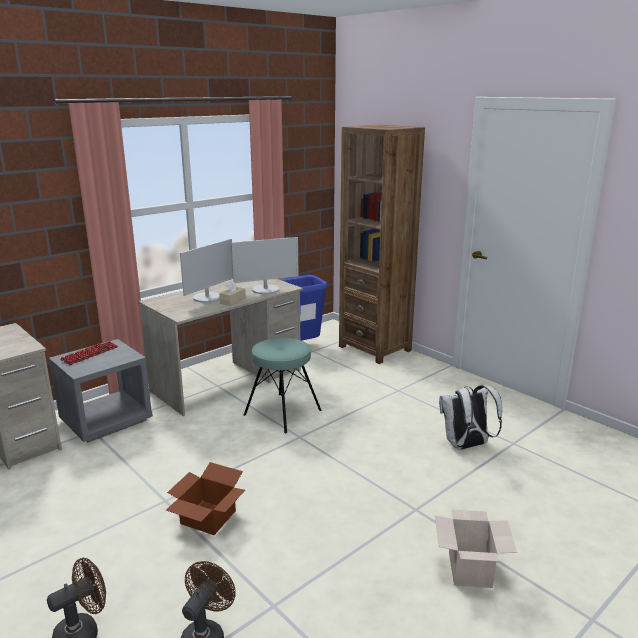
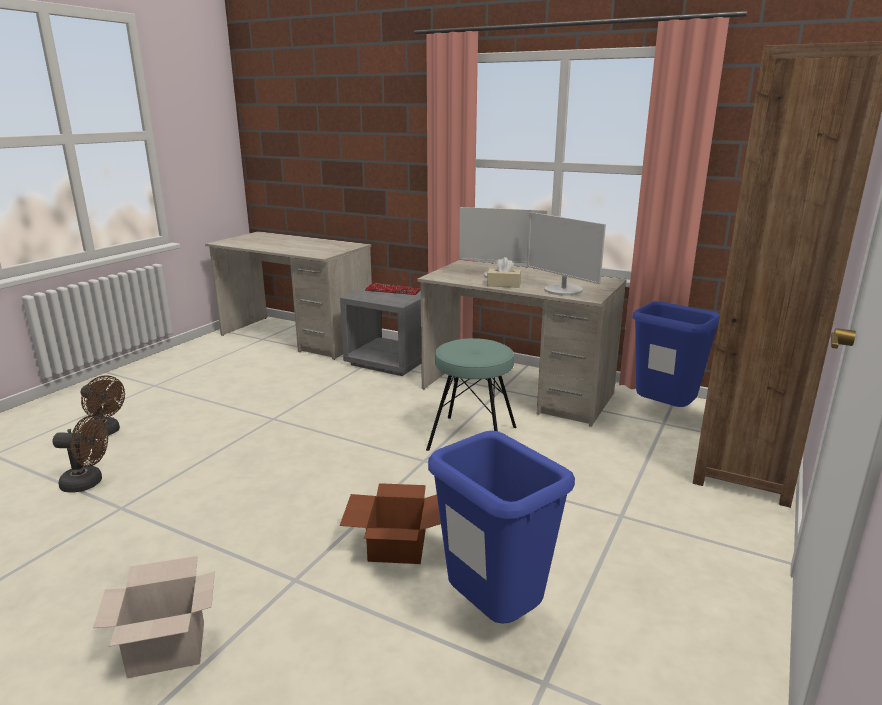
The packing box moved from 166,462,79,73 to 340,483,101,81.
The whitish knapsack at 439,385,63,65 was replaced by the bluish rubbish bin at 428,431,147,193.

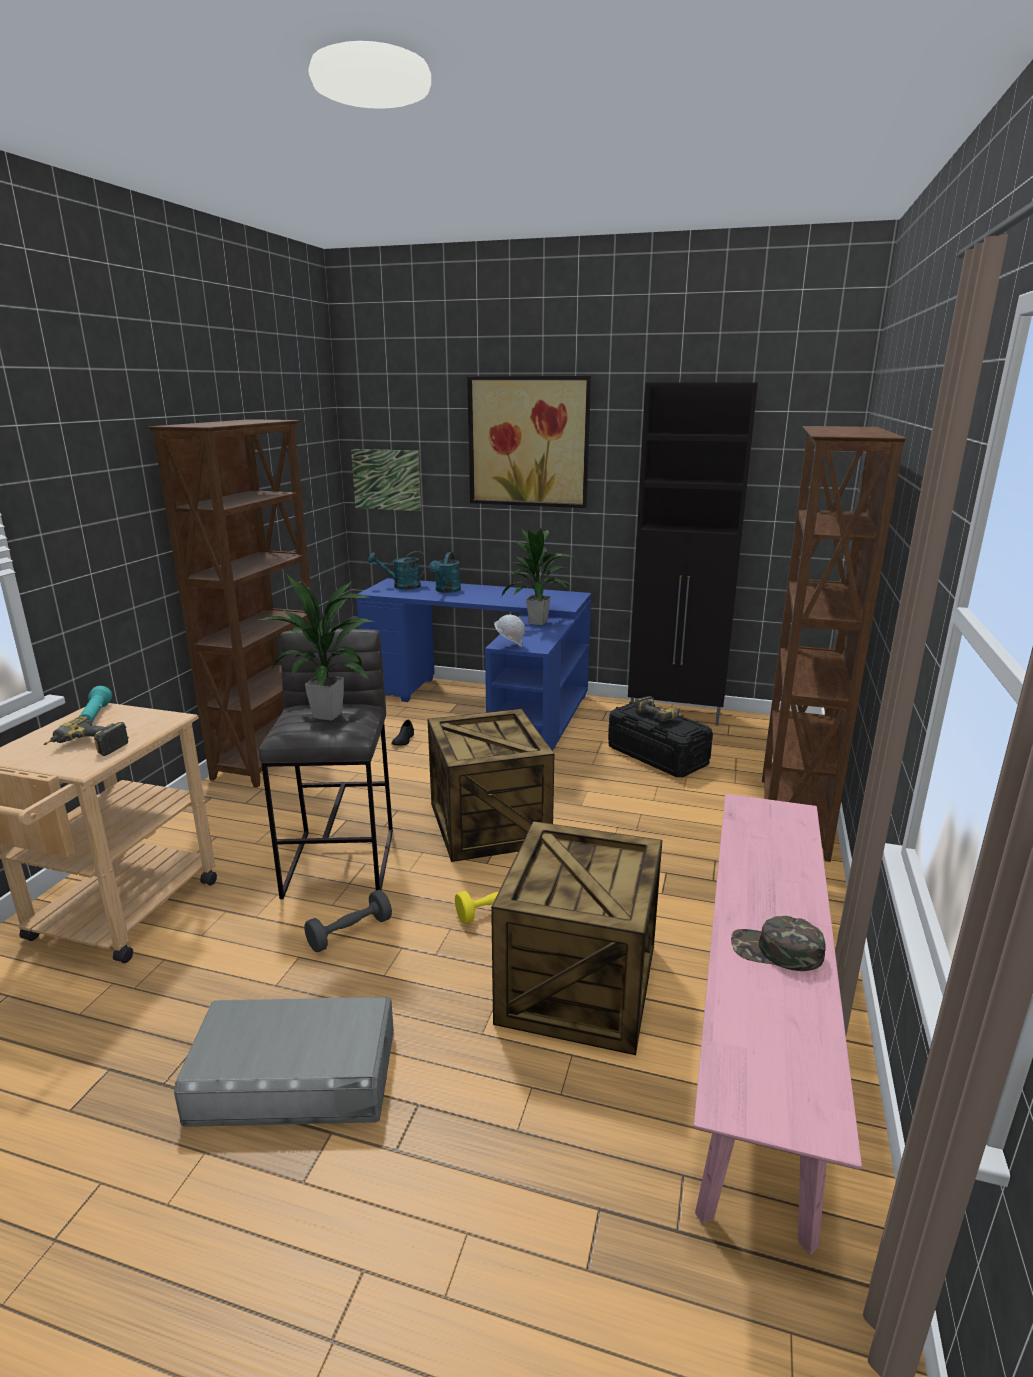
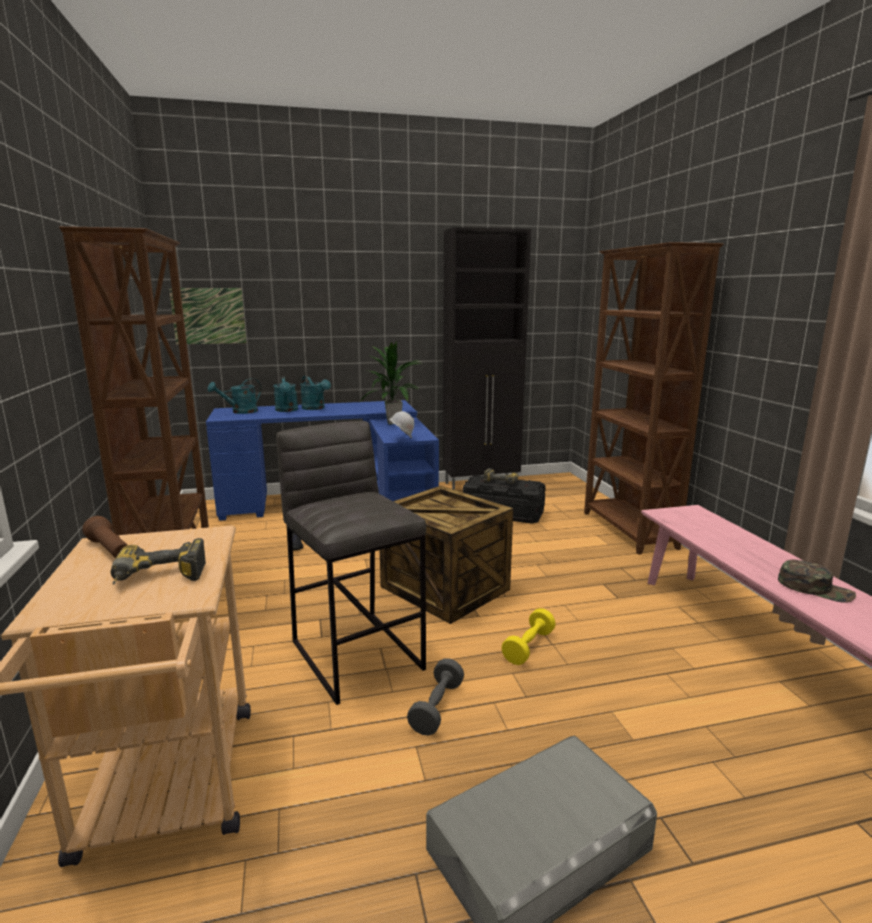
The potted plant at 259,575,115,146 disappeared.
The wall picture at 467,376,124,132 disappeared.
The crate at 491,821,171,234 disappeared.
The turquoise-coloured sprinkling can at 300,376,31,34 appeared.
The turquoise-coloured hand torch at 79,686,33,36 became the brownish hand torch at 82,516,46,42.
The green-coloured baseball cap at 731,916,95,55 turned 135 degrees counterclockwise.

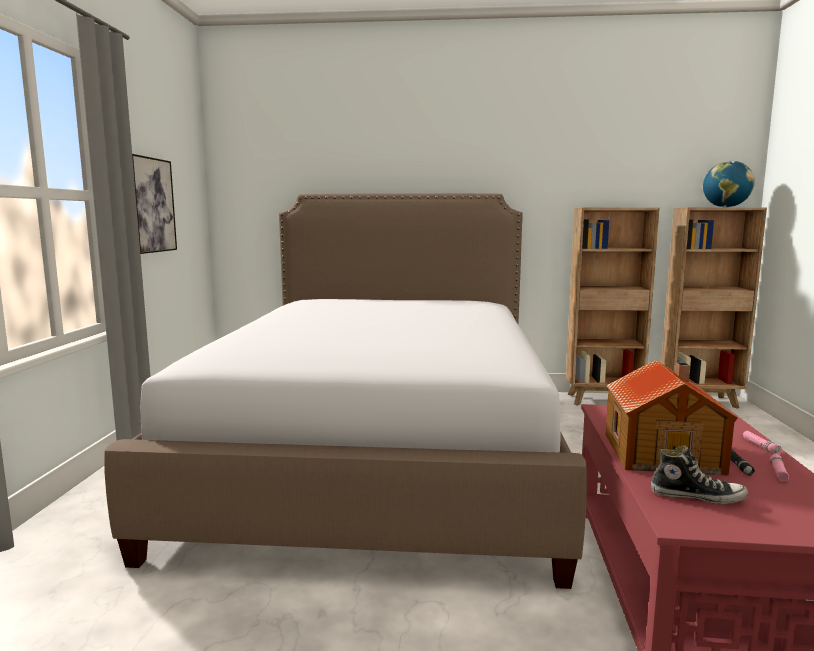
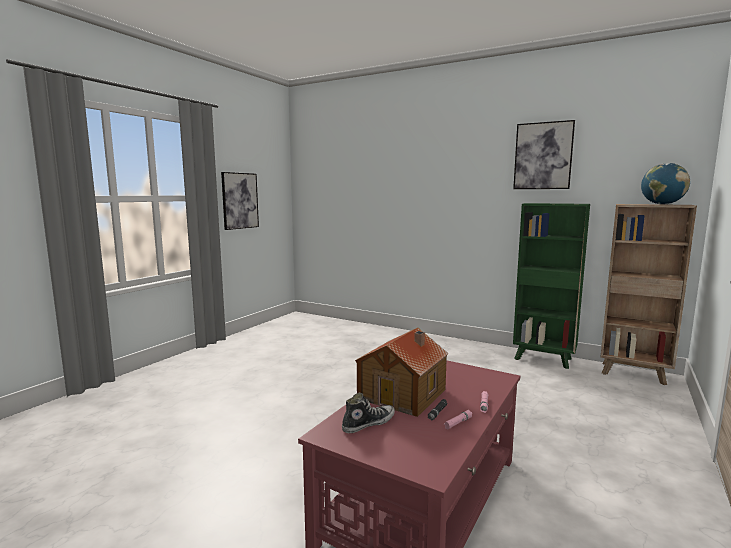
The sleeping bed at 104,193,483,396 disappeared.
The wall picture at 513,120,62,69 appeared.
The brownish shelving unit at 566,208,93,198 became the green-coloured shelving unit at 513,203,77,166.
The shoe at 651,446,97,59 turned 75 degrees counterclockwise.

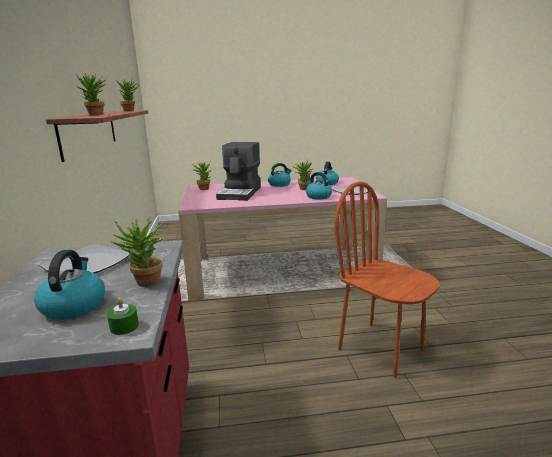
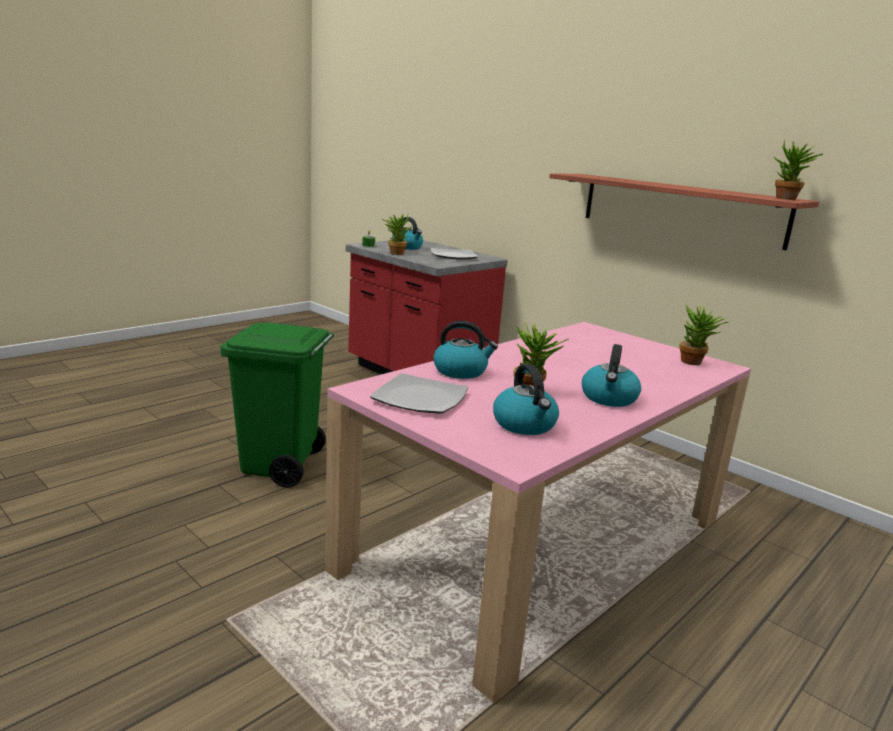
The potted plant at 76,73,30,42 disappeared.
The coffee machine at 216,142,45,59 disappeared.
The brownish chair at 334,181,106,197 was replaced by the green-coloured rubbish bin at 220,322,114,166.

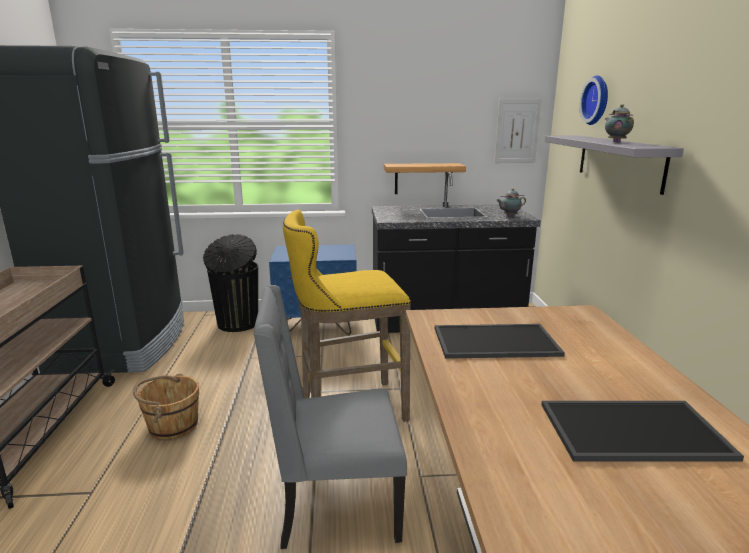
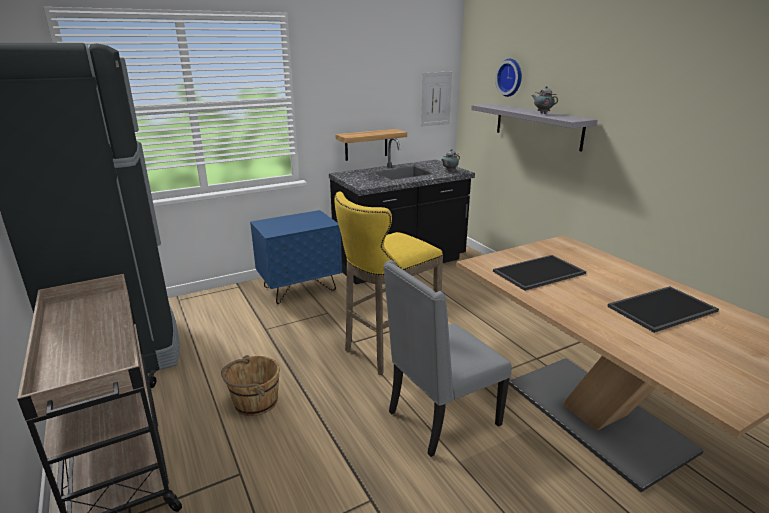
The black rubbish bin at 203,234,55,98 disappeared.

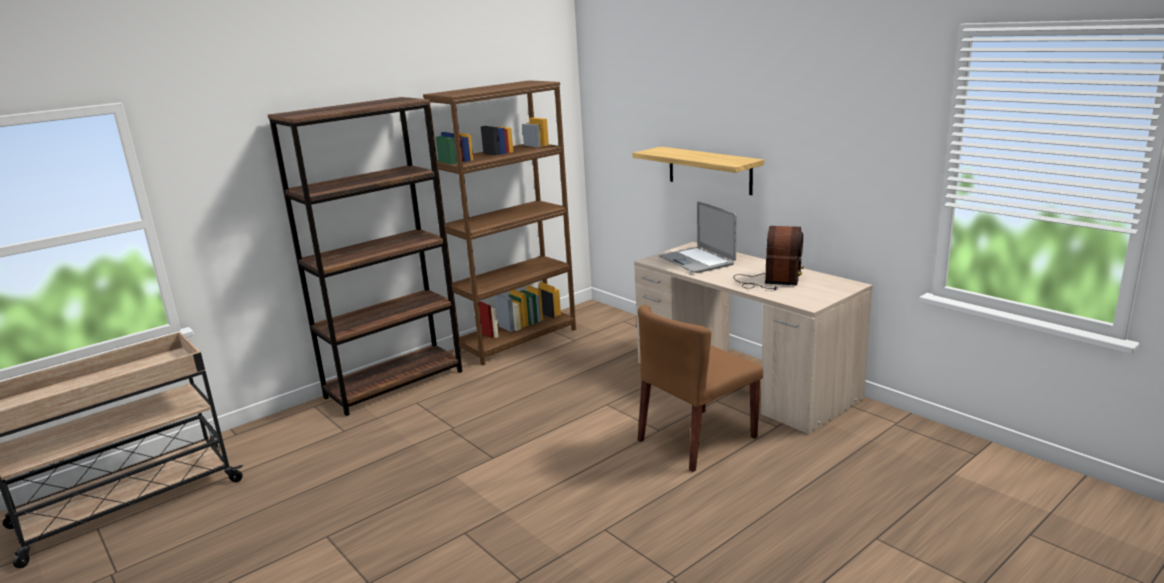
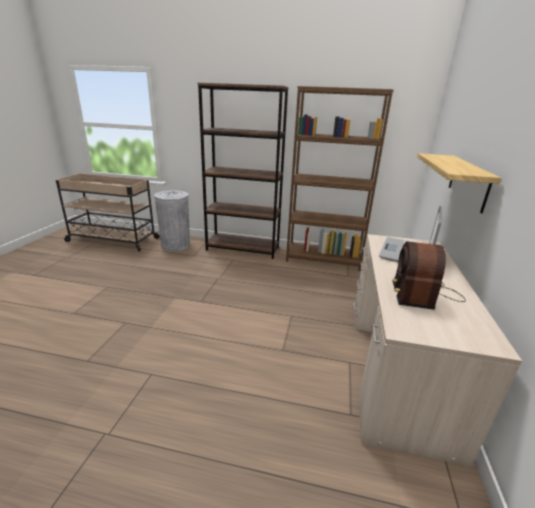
The brownish chair at 638,305,125,167 disappeared.
The grey rubbish bin at 154,190,36,61 appeared.
The radio at 733,226,71,64 turned 120 degrees clockwise.

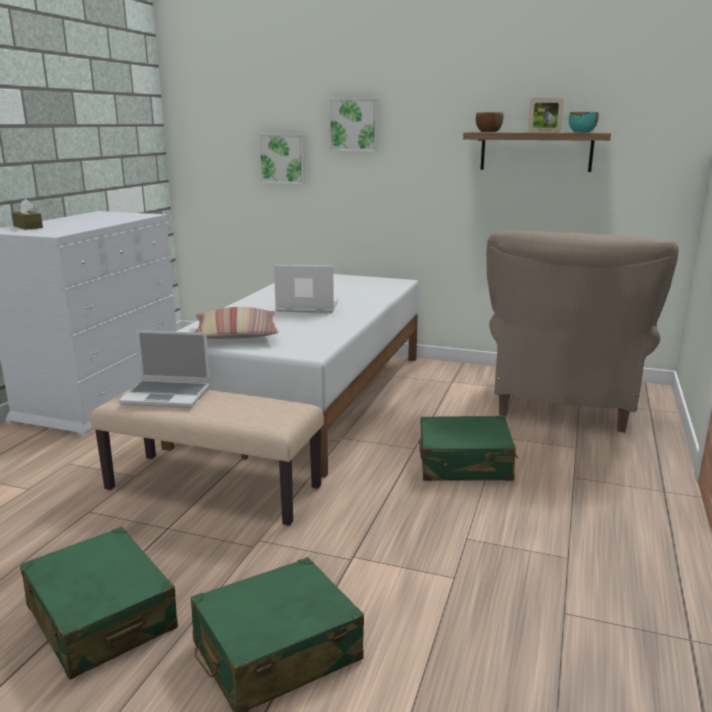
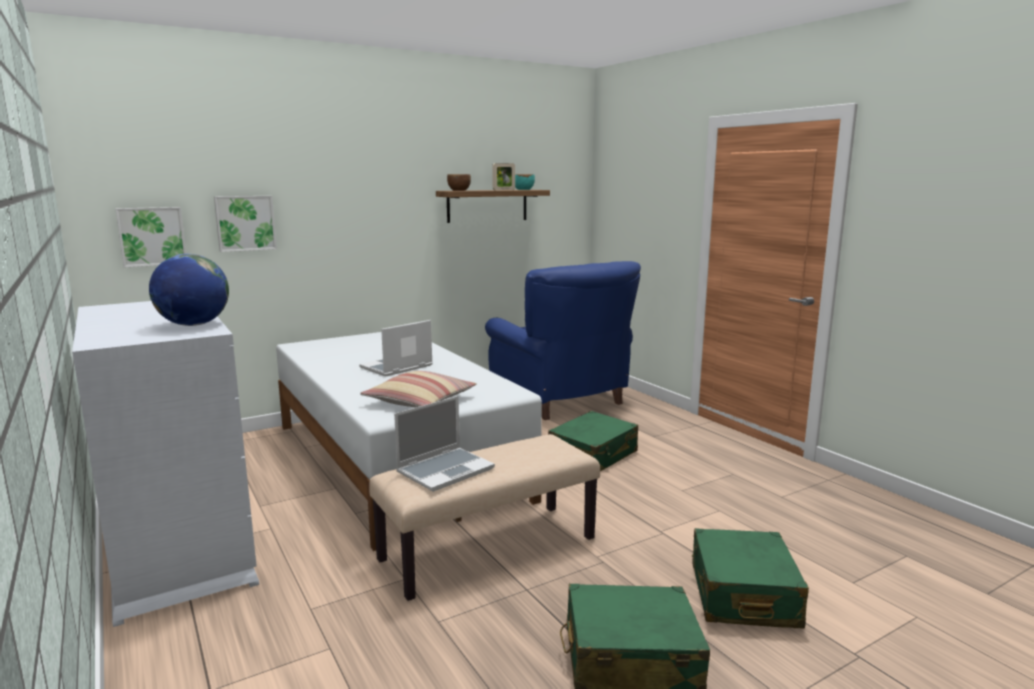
The brownish tissue box at 11,199,32,31 disappeared.
The desk globe at 149,254,80,72 appeared.
The wall picture moved from 329,98,50,54 to 115,207,71,60.
The beige-coloured easy chair at 486,231,193,201 became the bluish easy chair at 485,261,156,159.

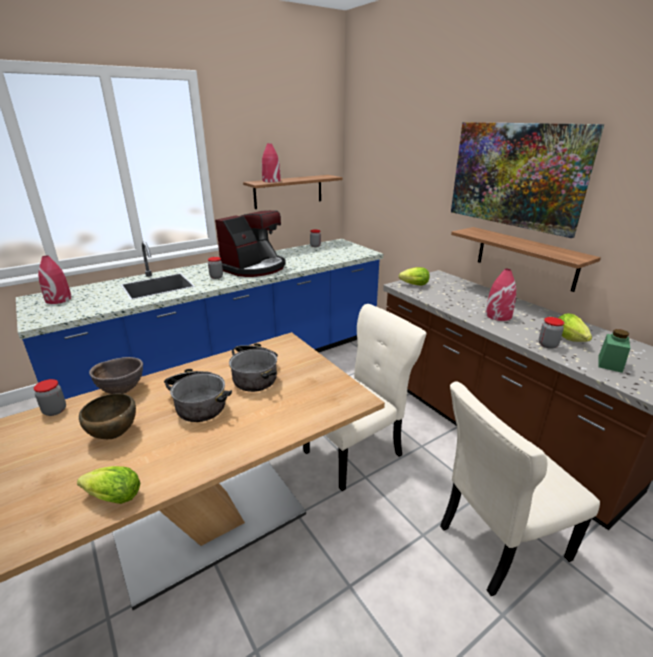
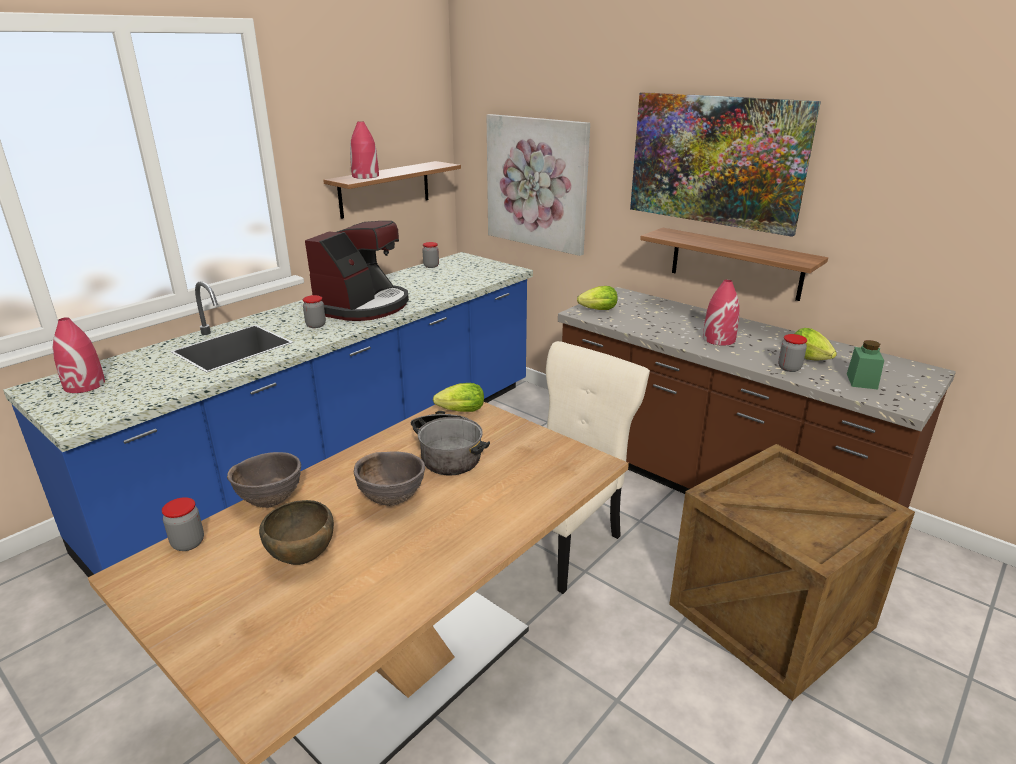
The wall picture at 487,114,103,142 appeared.
The head of lettuce moved from 77,466,63,38 to 433,383,51,29.
The cooking pot at 164,369,68,53 was replaced by the brownish deep dish at 354,451,71,55.
The beige-coloured chair at 440,381,160,215 was replaced by the crate at 669,444,246,257.

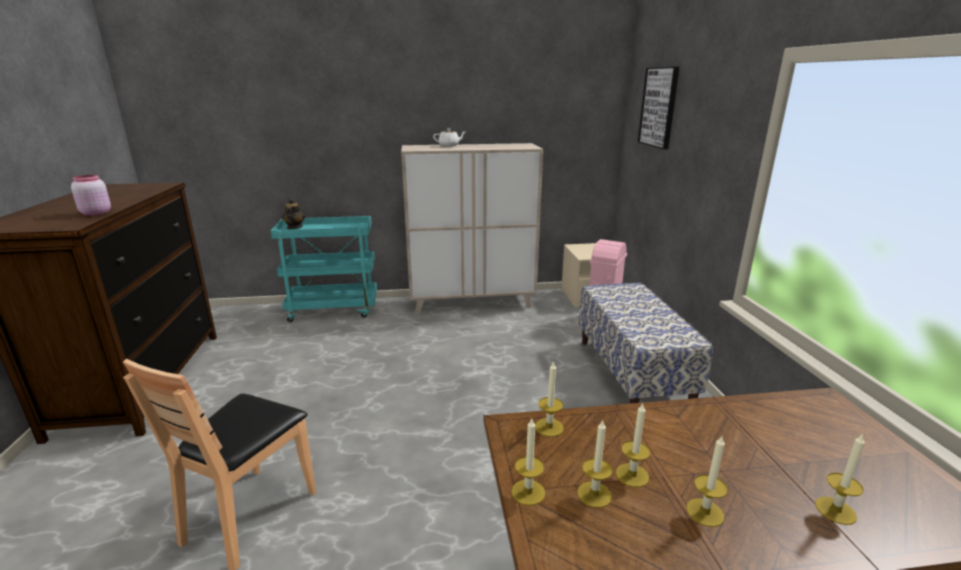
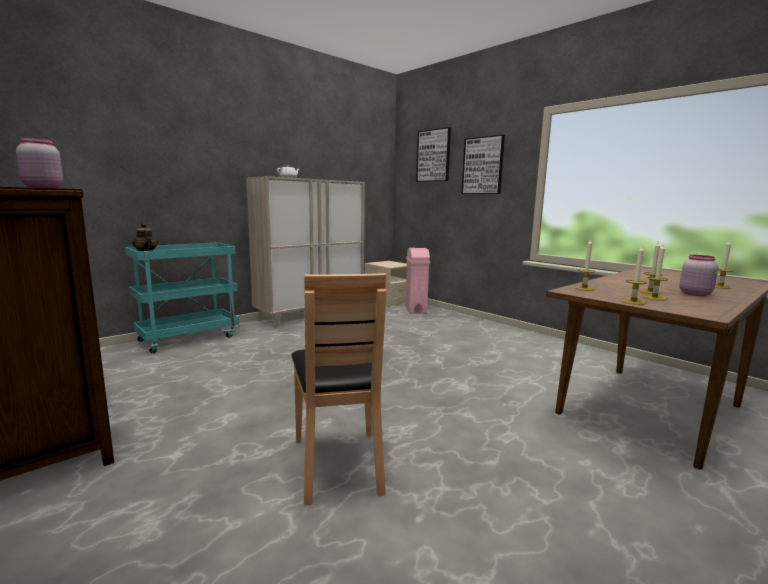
The long seat at 578,283,135,121 disappeared.
The wall picture at 461,135,44,59 appeared.
The candle at 686,436,42,91 was replaced by the pink-coloured storage jar at 679,255,39,41.

